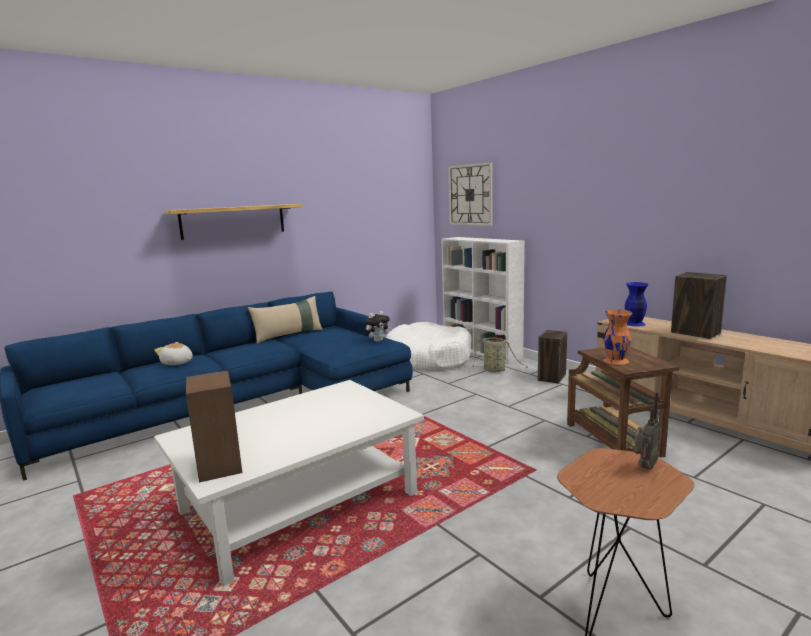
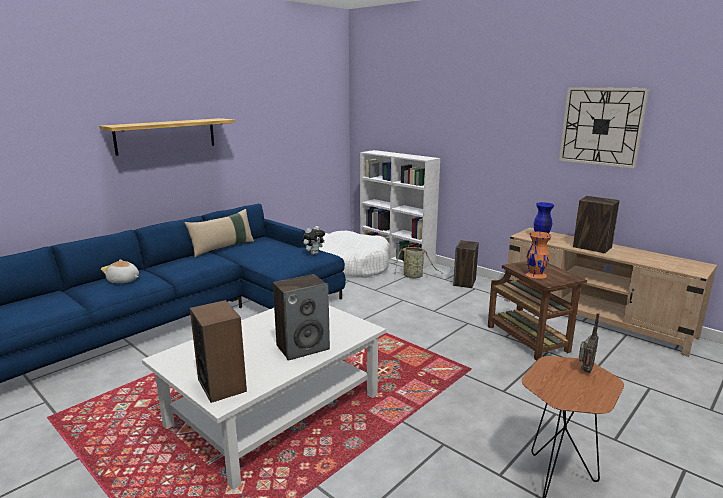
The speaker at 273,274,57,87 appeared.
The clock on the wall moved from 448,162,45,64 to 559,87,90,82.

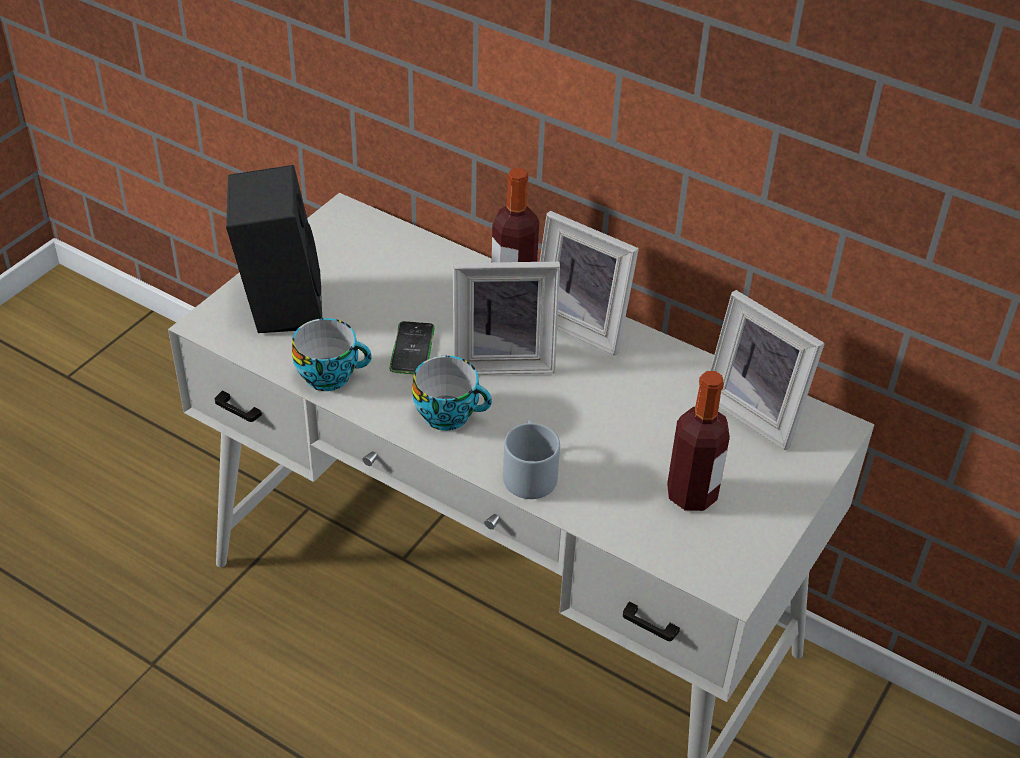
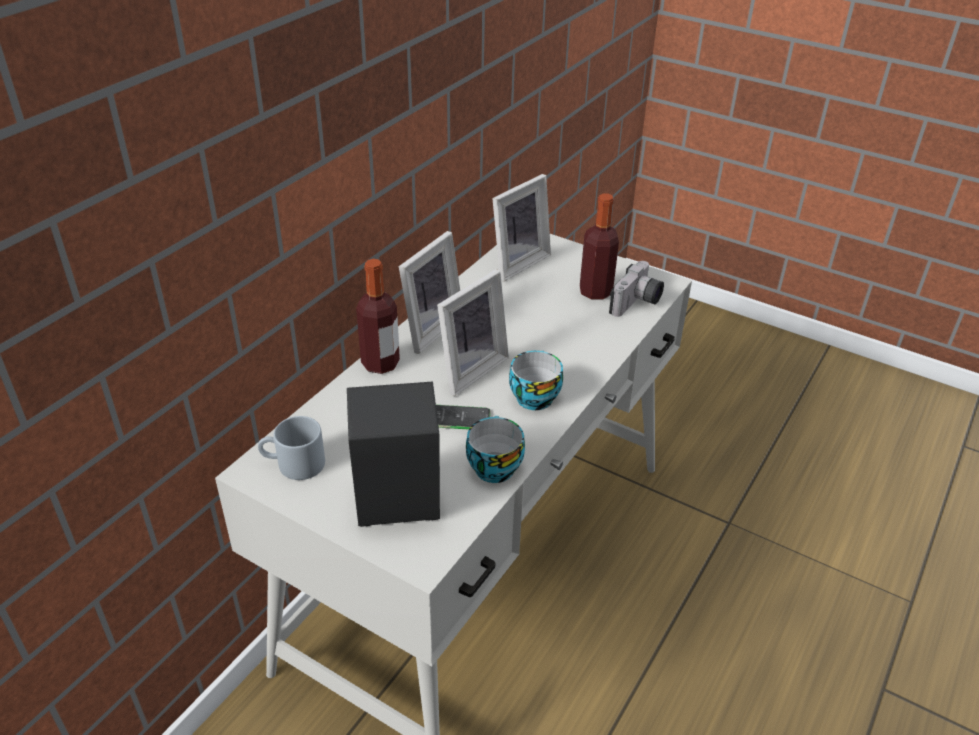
The photo camera at 609,261,55,56 appeared.
The grey coffee mug moved from 503,420,57,79 to 258,416,67,64.
The picture frame at 453,262,107,113 turned 45 degrees clockwise.

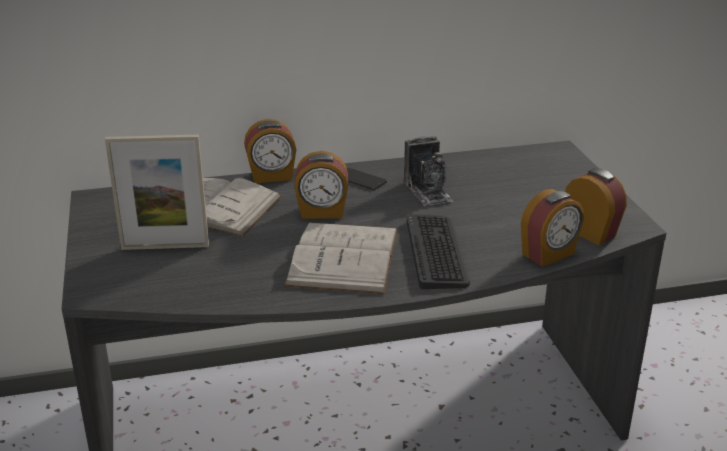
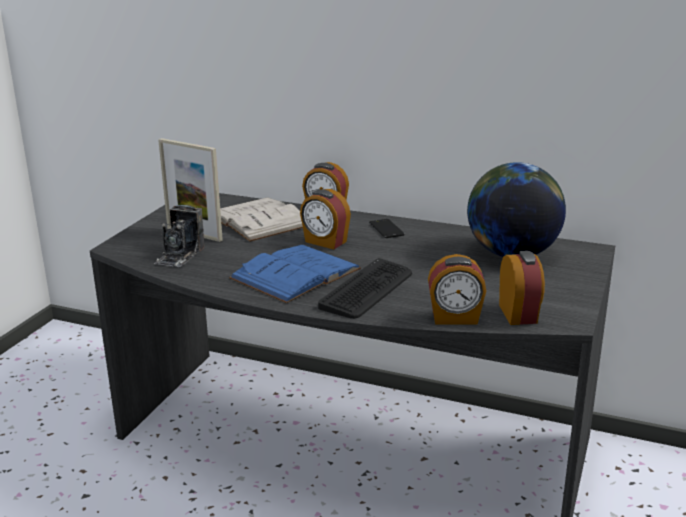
The desk globe at 467,162,99,95 appeared.
The photo camera moved from 404,136,49,70 to 154,205,50,62.
The whitish volume at 285,222,113,72 became the bluish volume at 229,245,132,58.

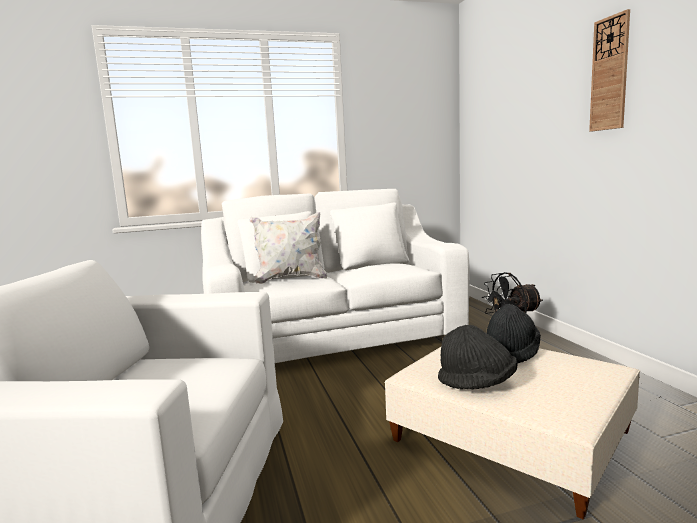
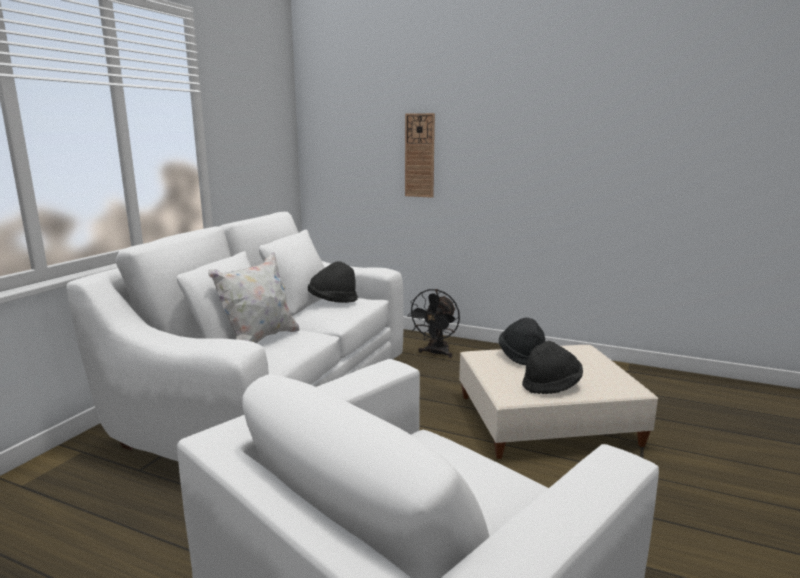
The black clothing hat at 308,261,50,42 appeared.
The clock on the wall moved from 589,9,41,123 to 405,113,30,85.

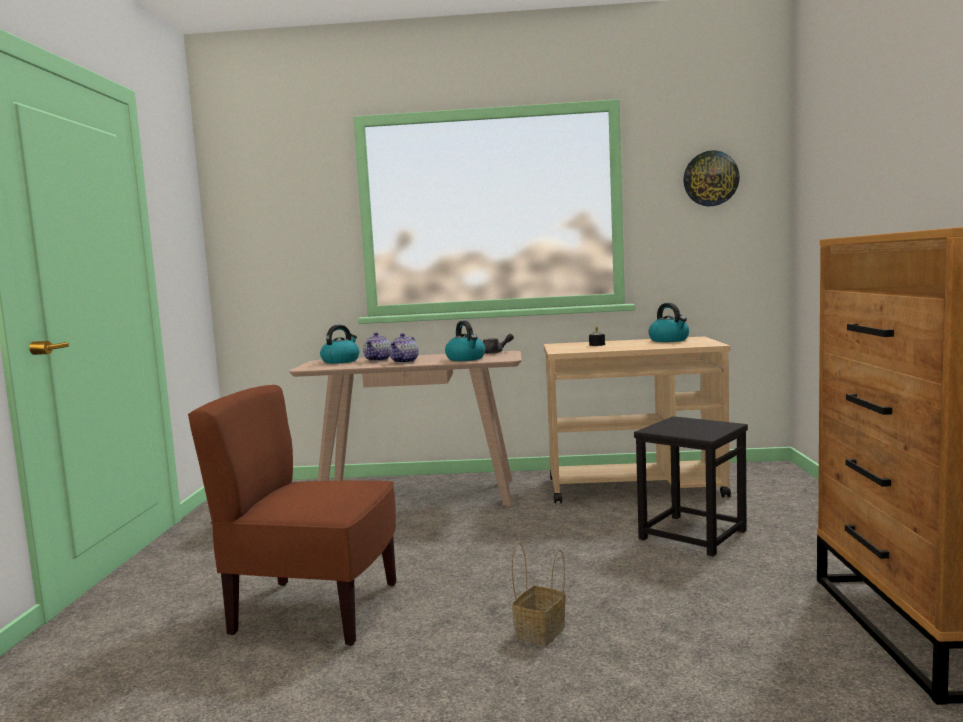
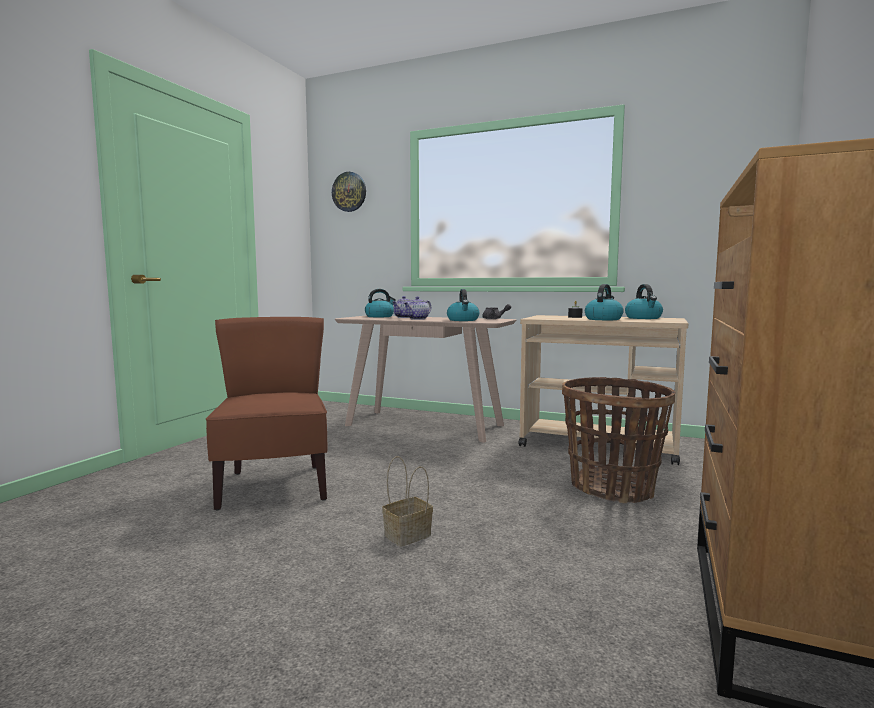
The water kettle at 585,284,39,36 appeared.
The clock on the wall moved from 683,150,57,56 to 332,172,34,40.
The black stool at 634,416,114,140 was replaced by the household basket at 562,377,113,126.
The brownish chair at 188,385,208,261 turned 45 degrees clockwise.

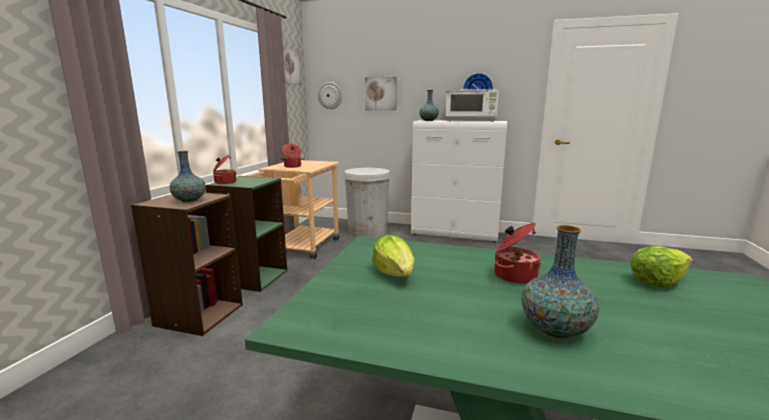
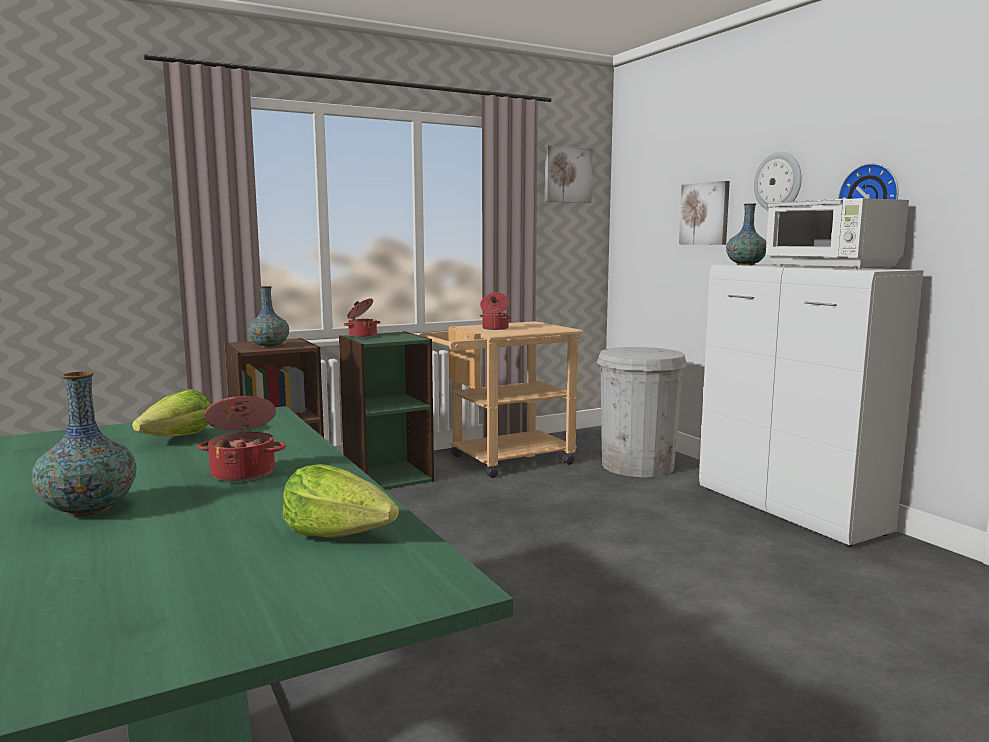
The clock on the wall moved from 318,82,24,27 to 754,152,48,59.

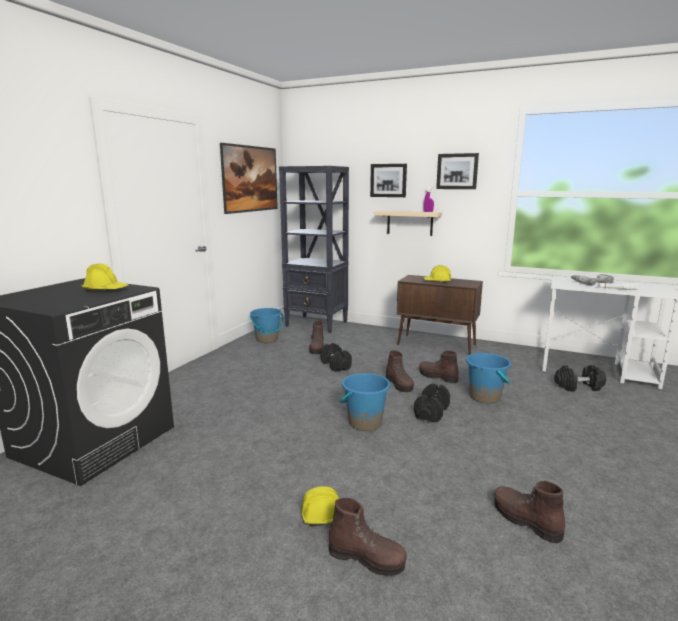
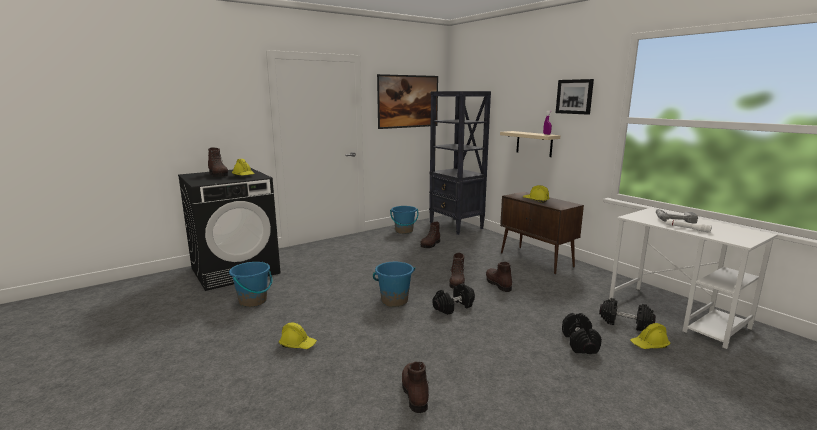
The wall picture at 370,164,37,33 disappeared.
The yellow-coloured safety helmet at 630,323,41,26 appeared.
The black hand weight moved from 320,343,32,29 to 562,313,40,41.
The brownish high-top boot moved from 329,498,78,78 to 208,147,20,30.
The bluish water bucket moved from 466,353,45,50 to 229,262,43,45.

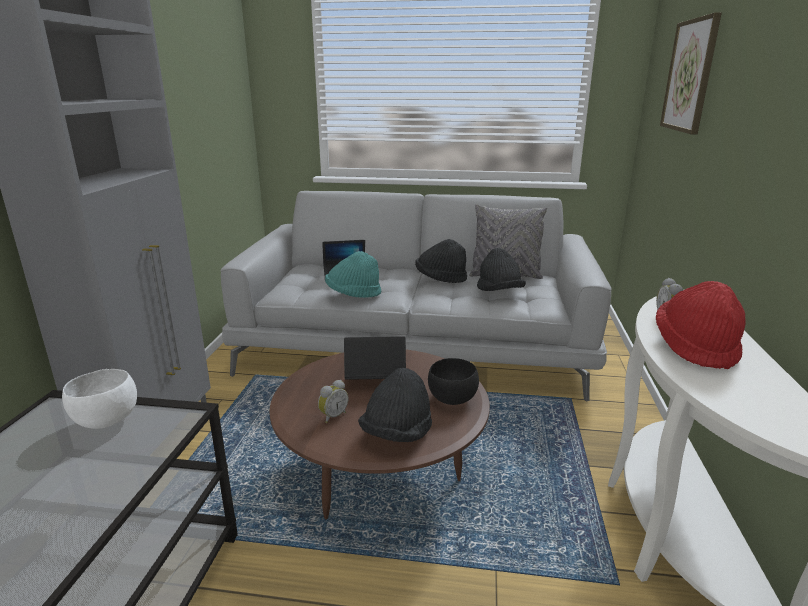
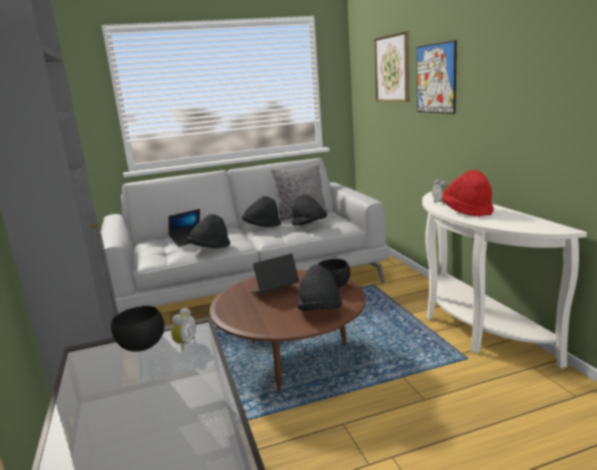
The wall picture at 417,40,40,74 appeared.
The alarm clock moved from 318,380,30,43 to 171,308,25,43.
The whitish deep dish at 62,369,75,60 became the black deep dish at 111,306,53,46.
The turquoise-coloured clothing hat at 325,251,56,47 became the black clothing hat at 187,214,43,34.

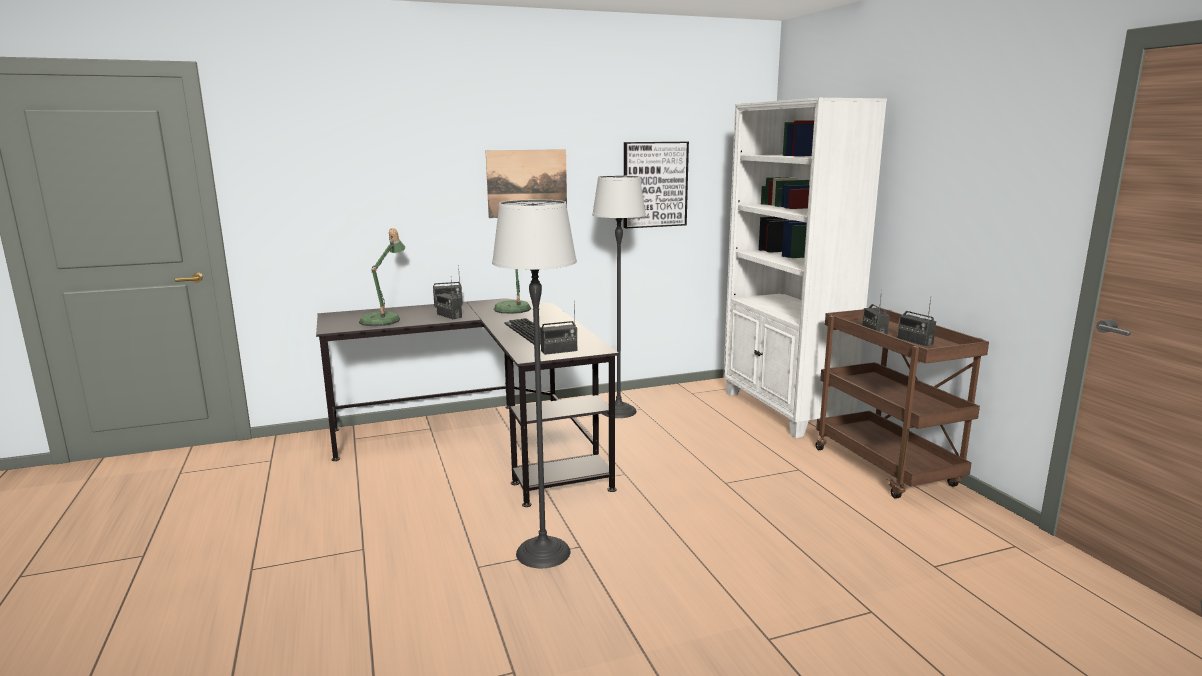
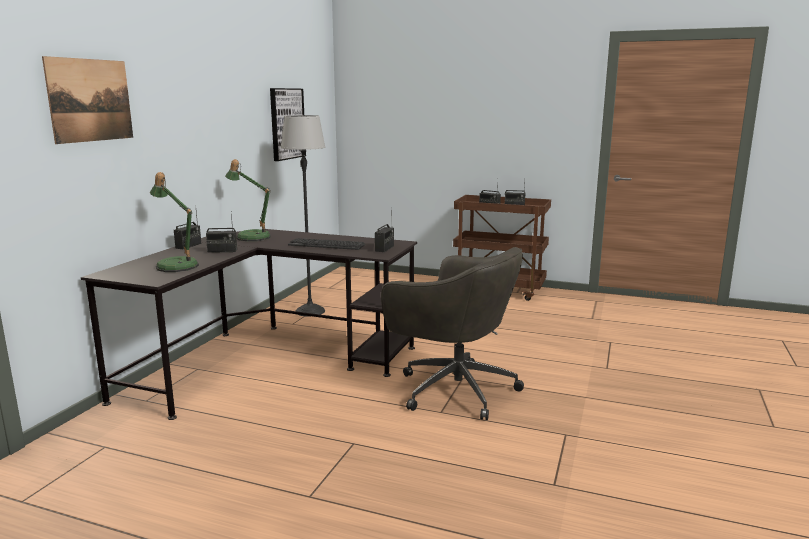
The whitish shelving unit at 724,98,163,340 disappeared.
The wall picture moved from 486,149,81,69 to 42,56,91,88.
The floor lamp at 492,199,85,369 was replaced by the grey desk chair at 381,247,143,173.

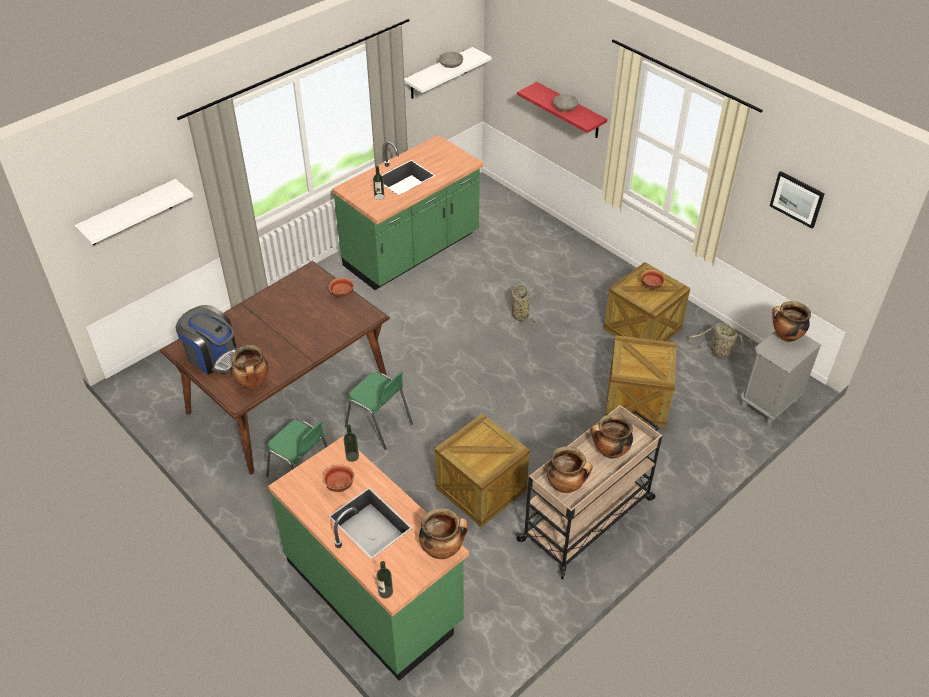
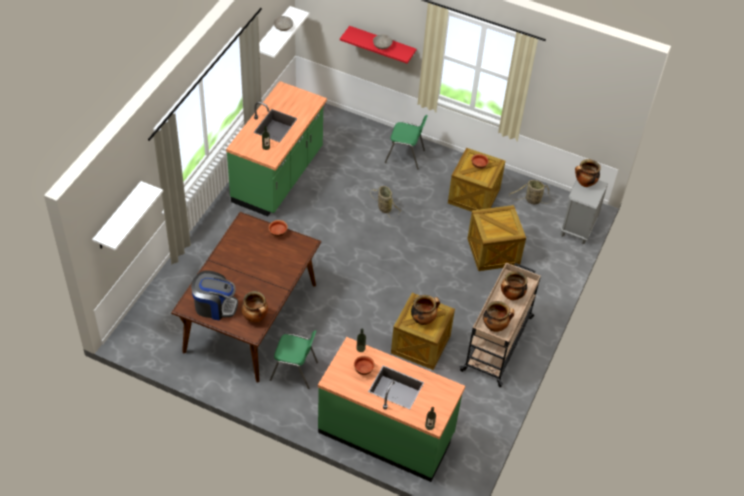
The wall picture at 770,171,55,57 disappeared.
The green-coloured chair moved from 345,371,68,79 to 385,115,43,55.
The cooking pot moved from 419,508,49,51 to 411,295,29,30.

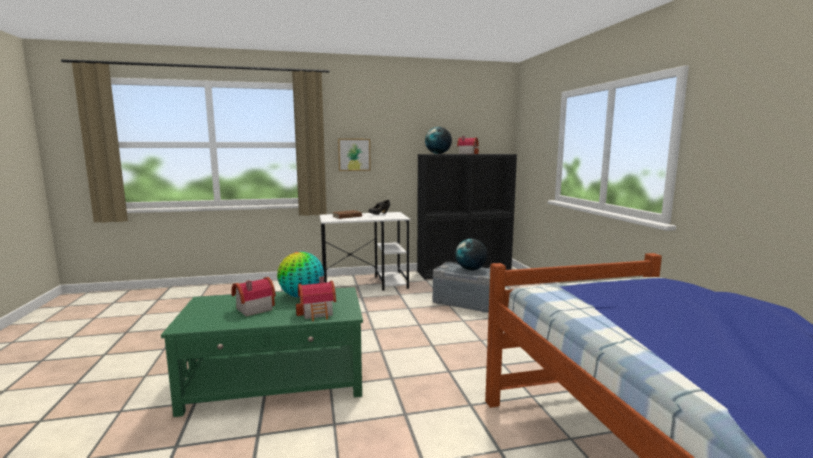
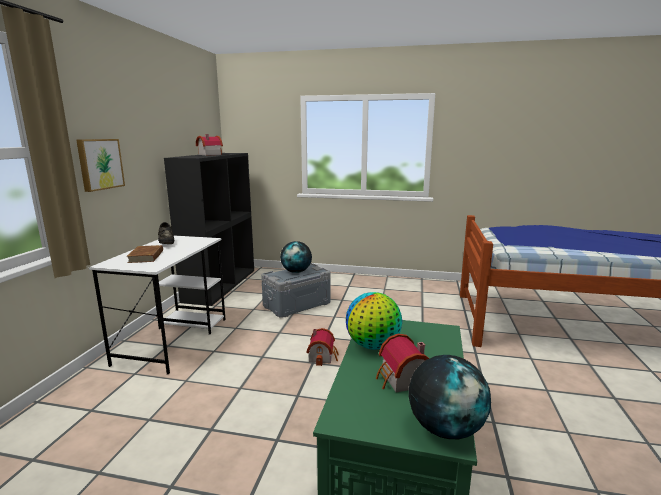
The toy house moved from 296,277,40,44 to 306,328,33,38.
The desk globe moved from 425,127,27,27 to 408,355,83,84.

